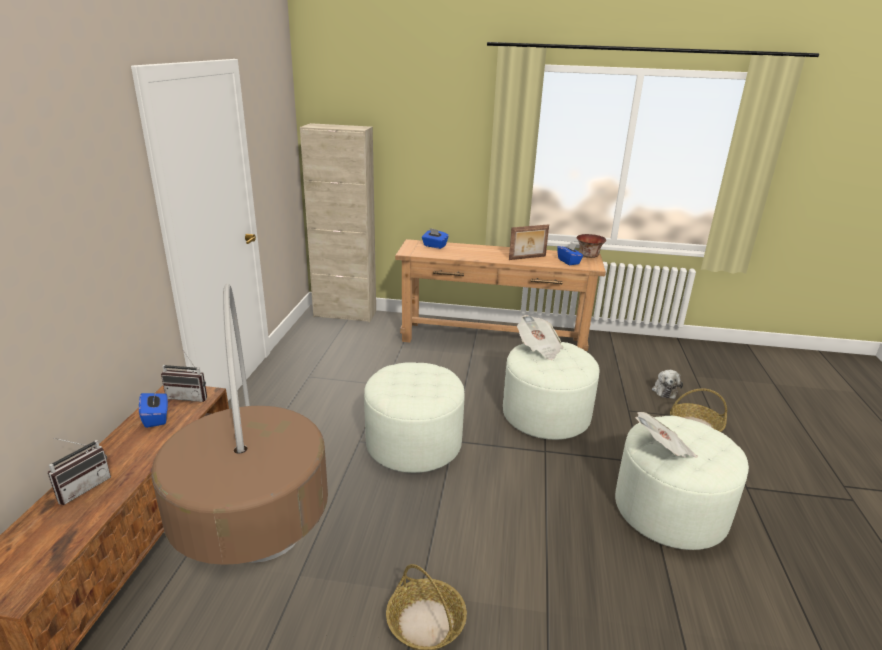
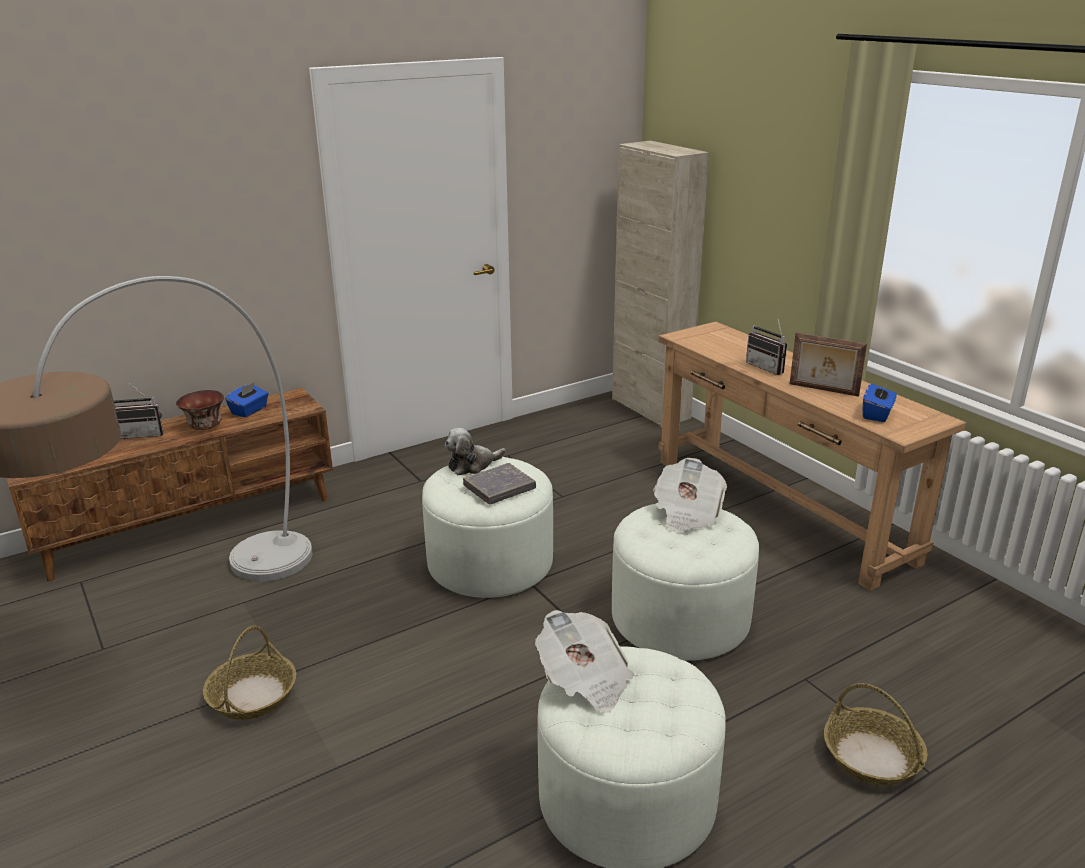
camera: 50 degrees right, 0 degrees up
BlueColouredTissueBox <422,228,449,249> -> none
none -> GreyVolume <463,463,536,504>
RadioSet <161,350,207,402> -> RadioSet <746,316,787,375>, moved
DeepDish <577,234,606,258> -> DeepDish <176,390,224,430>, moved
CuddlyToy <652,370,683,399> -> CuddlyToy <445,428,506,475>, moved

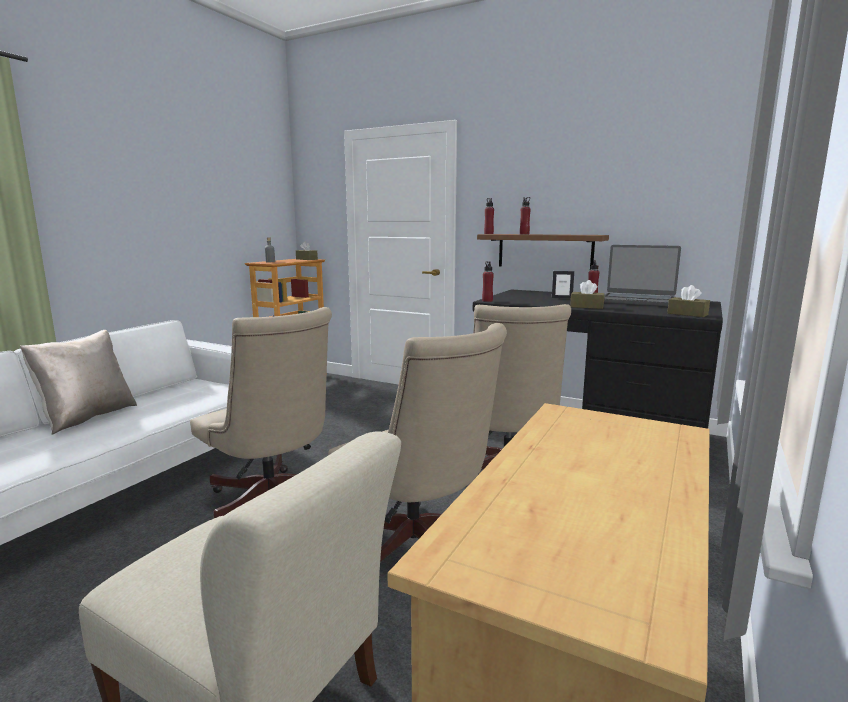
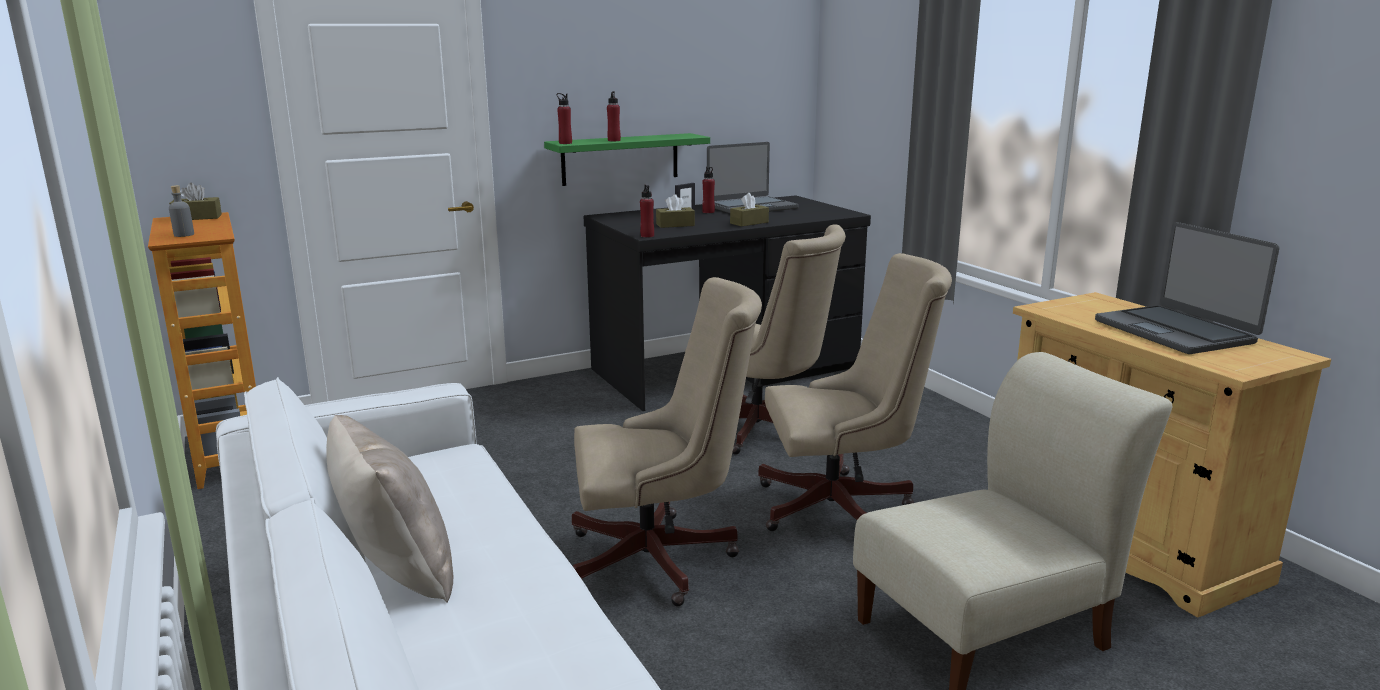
camera: 55 degrees left, 5 degrees up
none -> Laptop <1095,222,1280,354>
BrownColouredTissueBox <667,285,710,317> -> BrownColouredTissueBox <656,194,695,228>, moved
BrownColouredBracketShelf <477,234,609,270> -> GreenishBracketShelf <544,133,710,186>

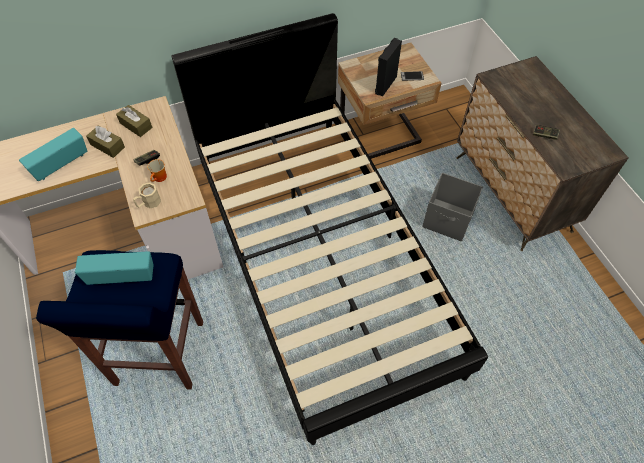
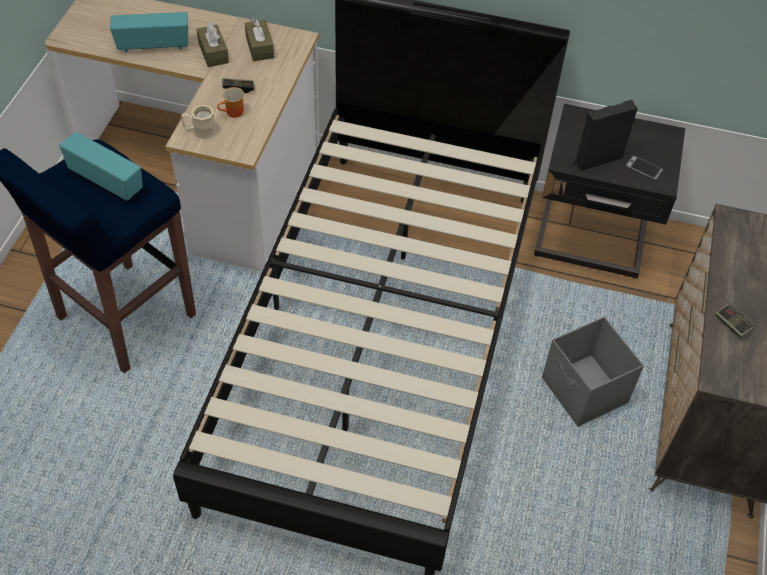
camera: 35 degrees right, 5 degrees down
SandColouredNightstand <338,43,441,159> -> BlackColouredNightstand <534,104,685,279>

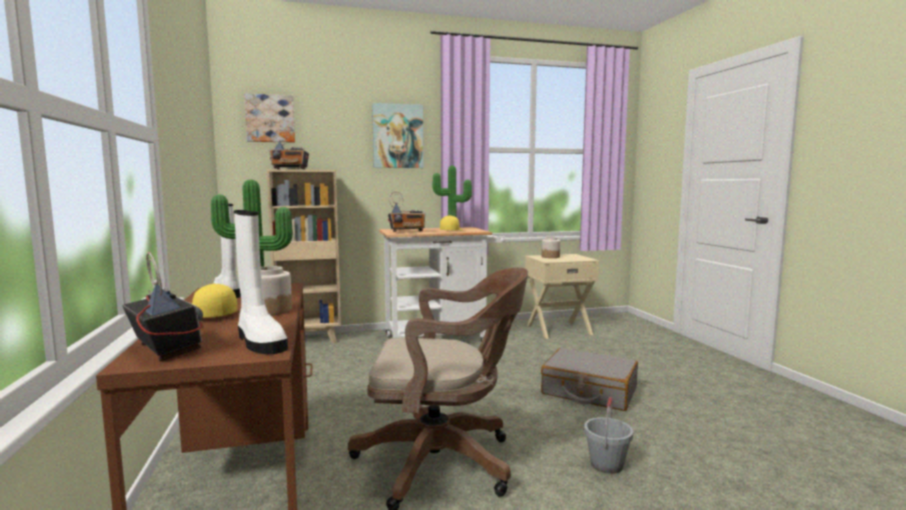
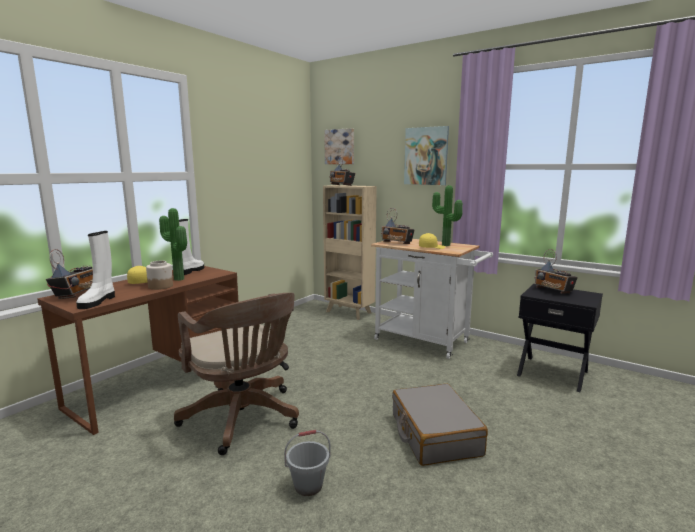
camera: 50 degrees right, 5 degrees up
Jar <542,237,560,258> -> RadioSet <535,249,578,294>
SandColouredNightstand <525,254,599,339> -> BlackColouredNightstand <517,284,603,392>

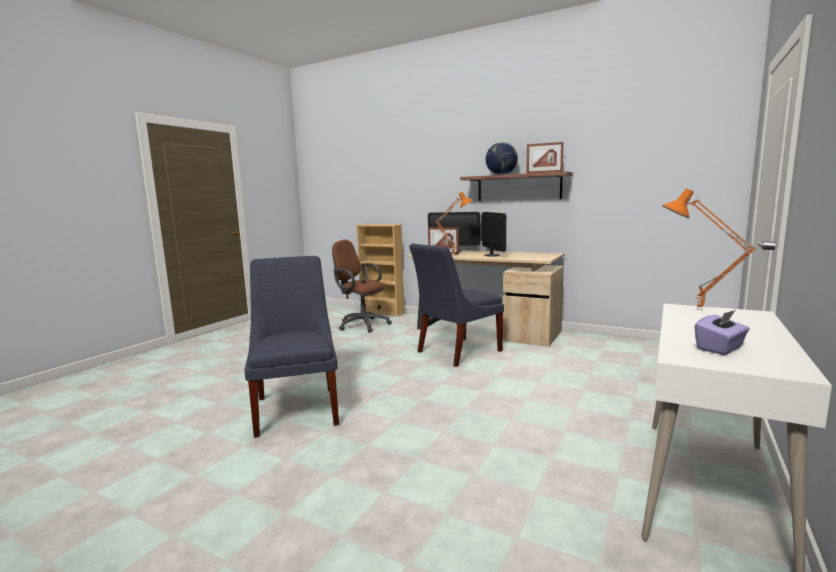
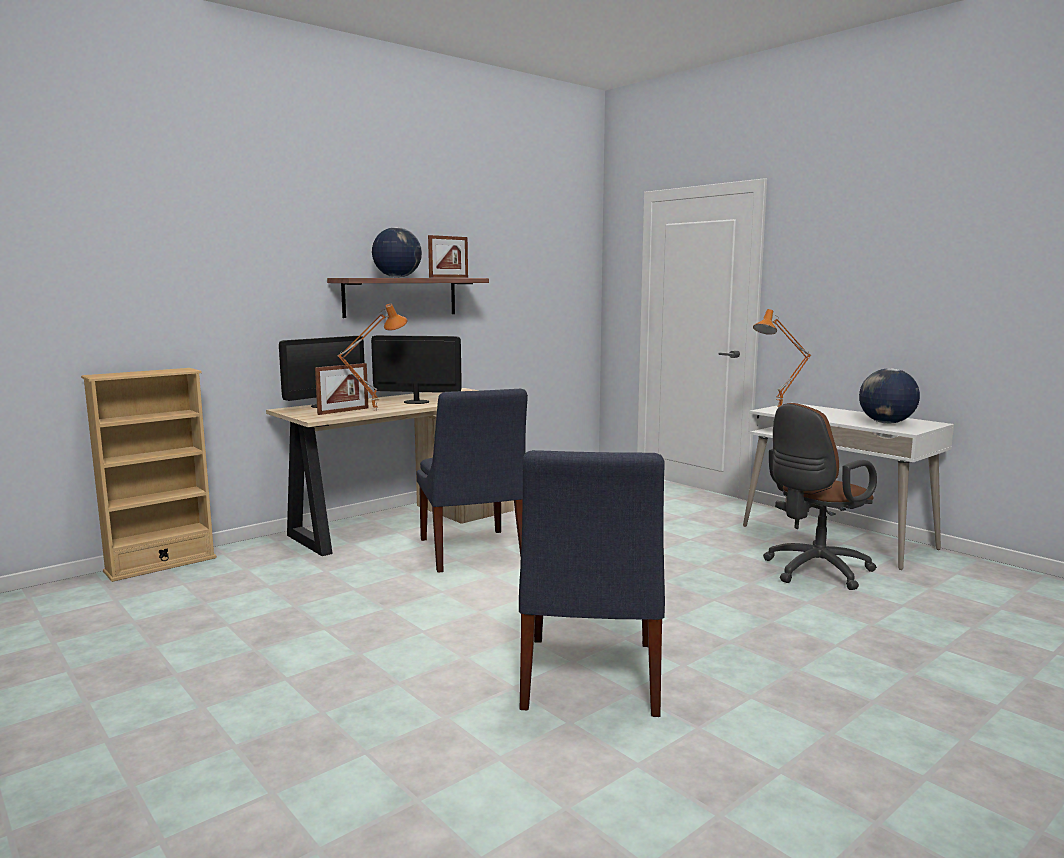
camera: 70 degrees left, 0 degrees up
BrownColouredComputerChair <332,240,392,332> -> BrownColouredComputerChair <763,403,877,590>, moved
PurpleTissueBox <694,310,750,355> -> Globe <859,368,920,424>
BlueColouredPlainChair <244,256,339,438> -> BlueColouredPlainChair <519,450,665,717>, 90 degrees counterclockwise

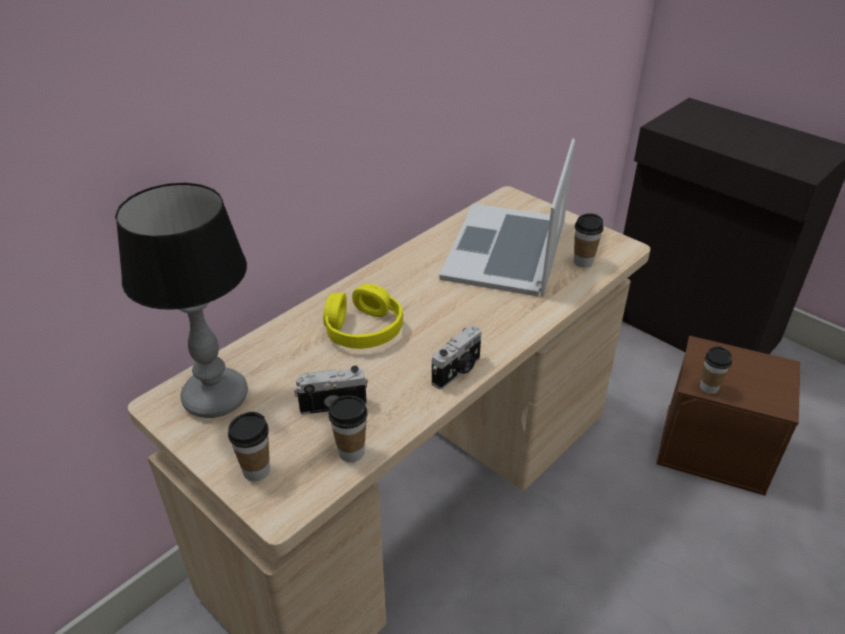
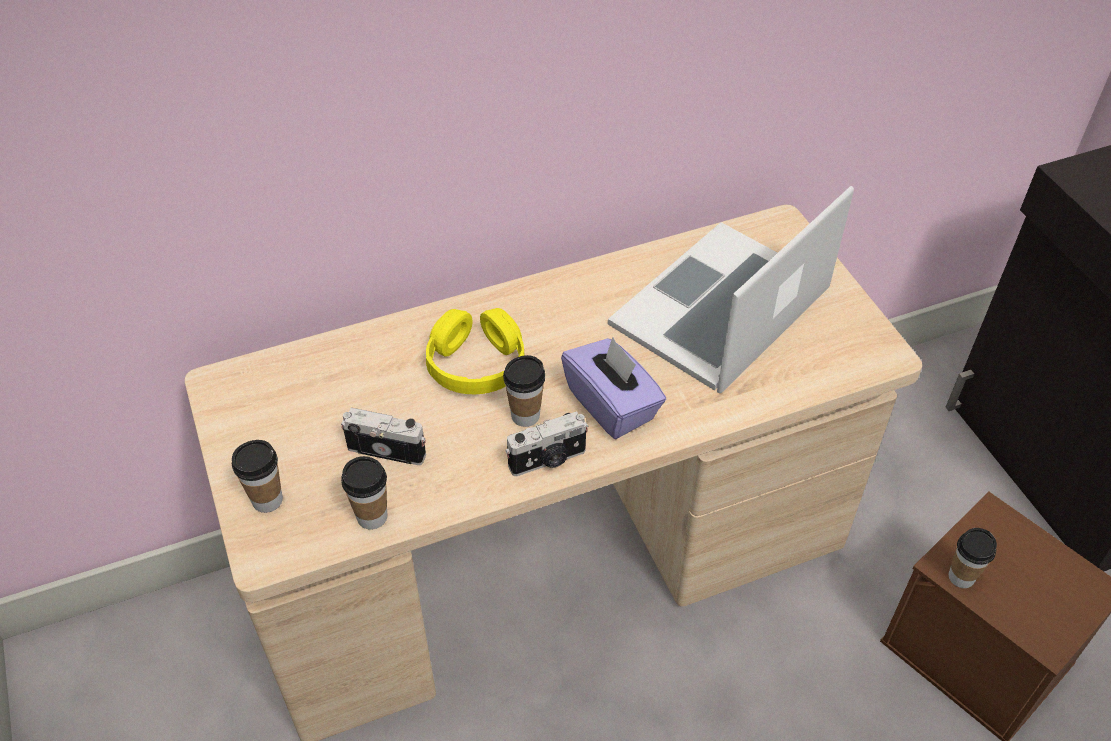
camera: 25 degrees right, 10 degrees up
LampForATable <115,183,248,418> -> none
none -> PurpleTissueBox <561,337,666,439>
Cup <574,213,604,268> -> Cup <503,355,545,427>, moved

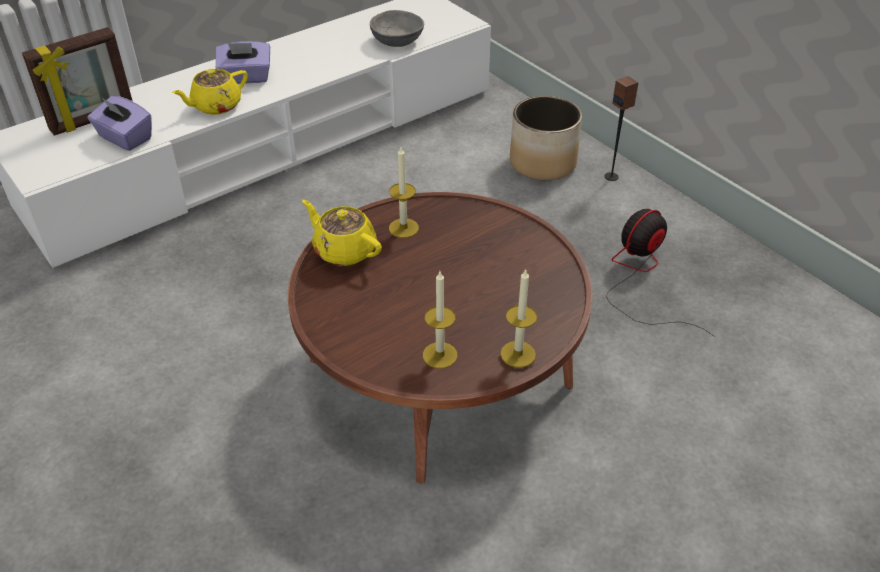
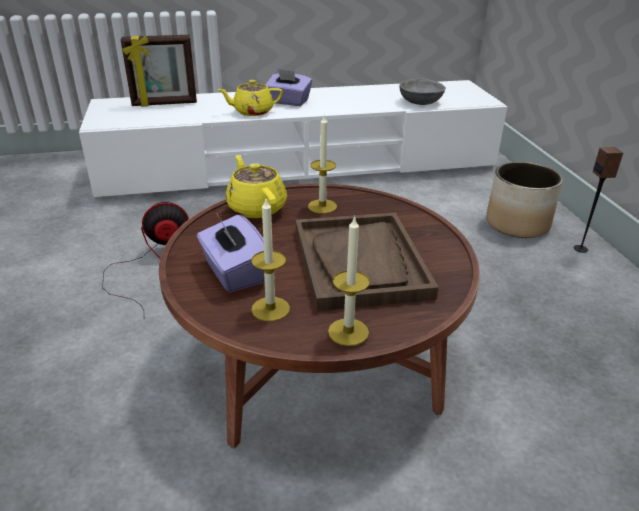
camera: 25 degrees right, 10 degrees down
none -> BrownColouredCarryingTray <295,213,439,311>
PurpleTissueBox <87,96,152,151> -> PurpleTissueBox <197,214,265,293>, moved
CoolingFan <606,209,715,337> -> CoolingFan <102,202,189,311>, moved

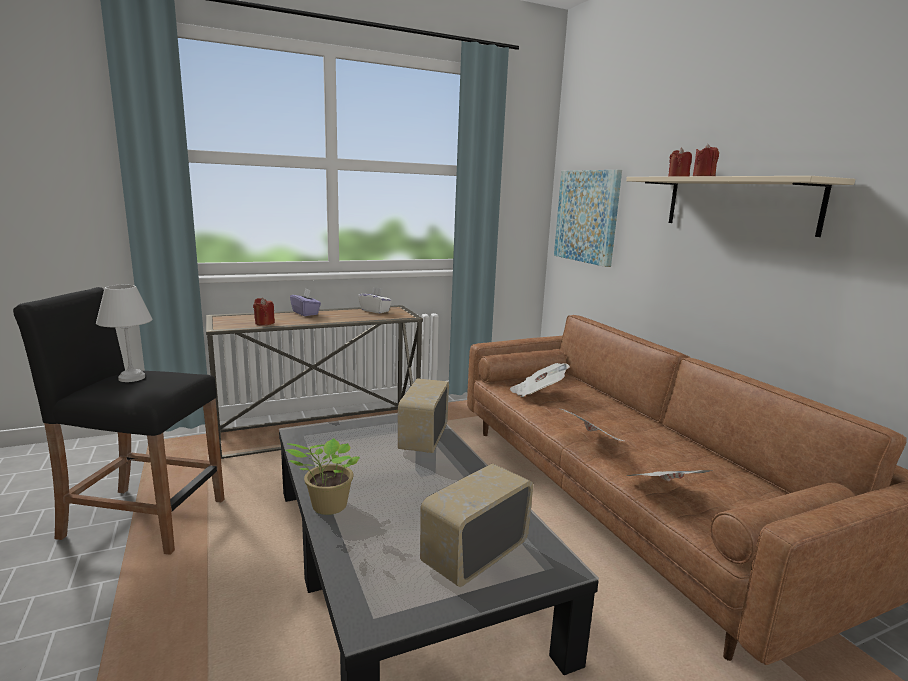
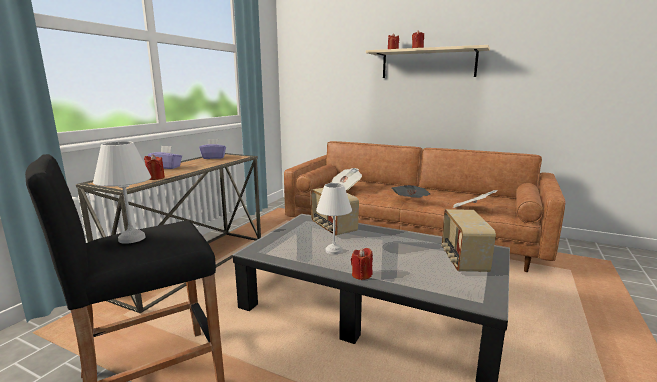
camera: 40 degrees left, 0 degrees up
WallPicture <554,170,622,267> -> none
none -> WhiteColouredLampForATable <316,183,352,255>
Houseplant <286,438,360,515> -> RedColouredWaxCandle <351,248,373,280>
WhiteColouredTissueBox <358,287,392,313> -> PurpleTissueBox <199,139,226,159>

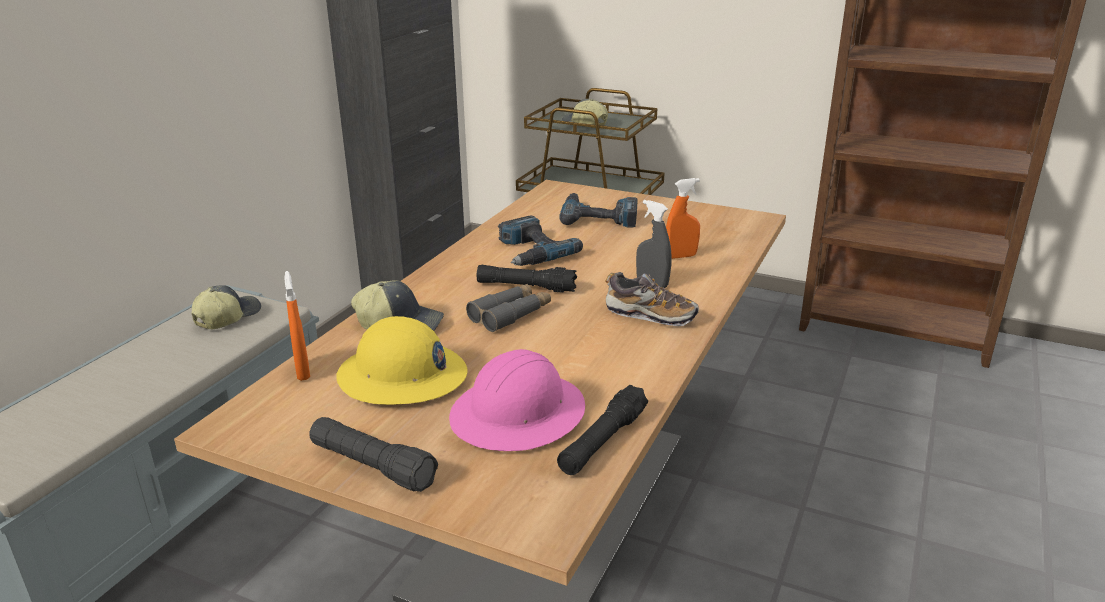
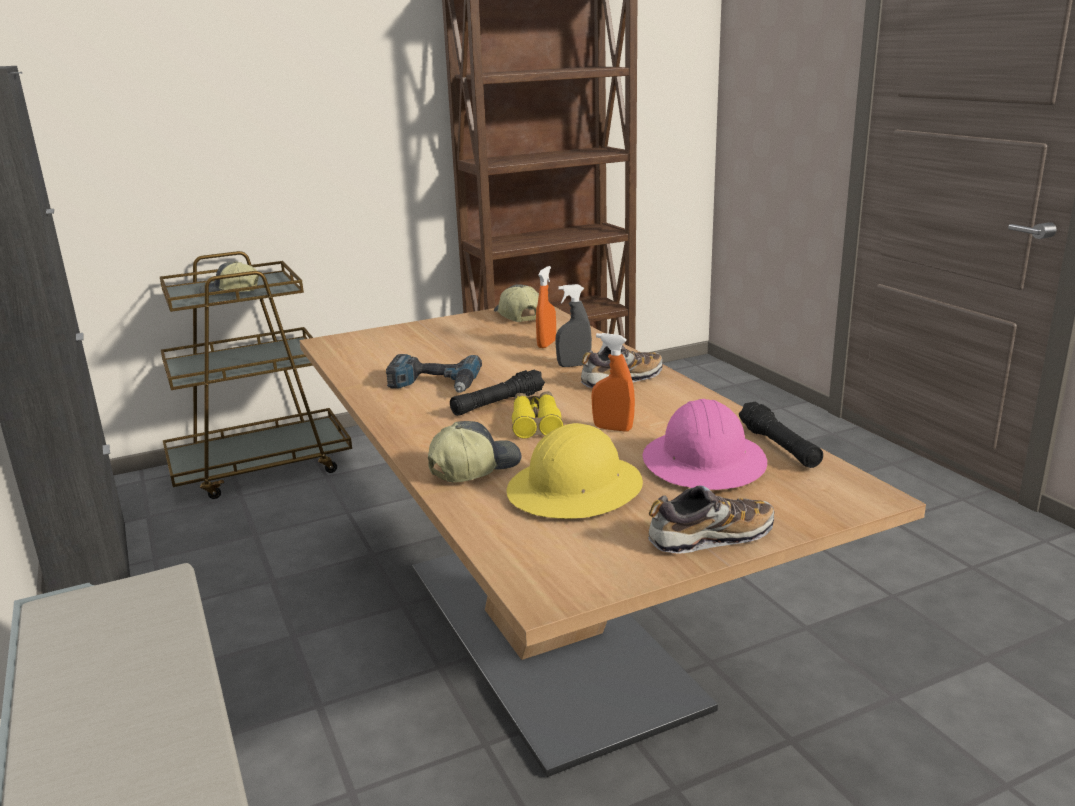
camera: 50 degrees left, 5 degrees down
Drill <560,193,638,228> -> none
PeakedCap <192,285,261,330> -> PeakedCap <494,284,539,322>, moved
OrangeyHandSprayer <284,271,310,381> -> OrangeyHandSprayer <591,333,635,432>, moved
BlackColouredFlashlight <310,417,438,492> -> LowShoe <648,485,774,554>
GreyFieldGlasses <466,284,551,332> -> YellowColouredFieldGlasses <512,391,564,439>

